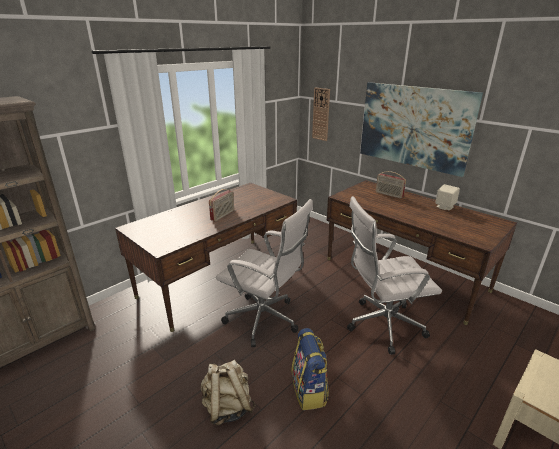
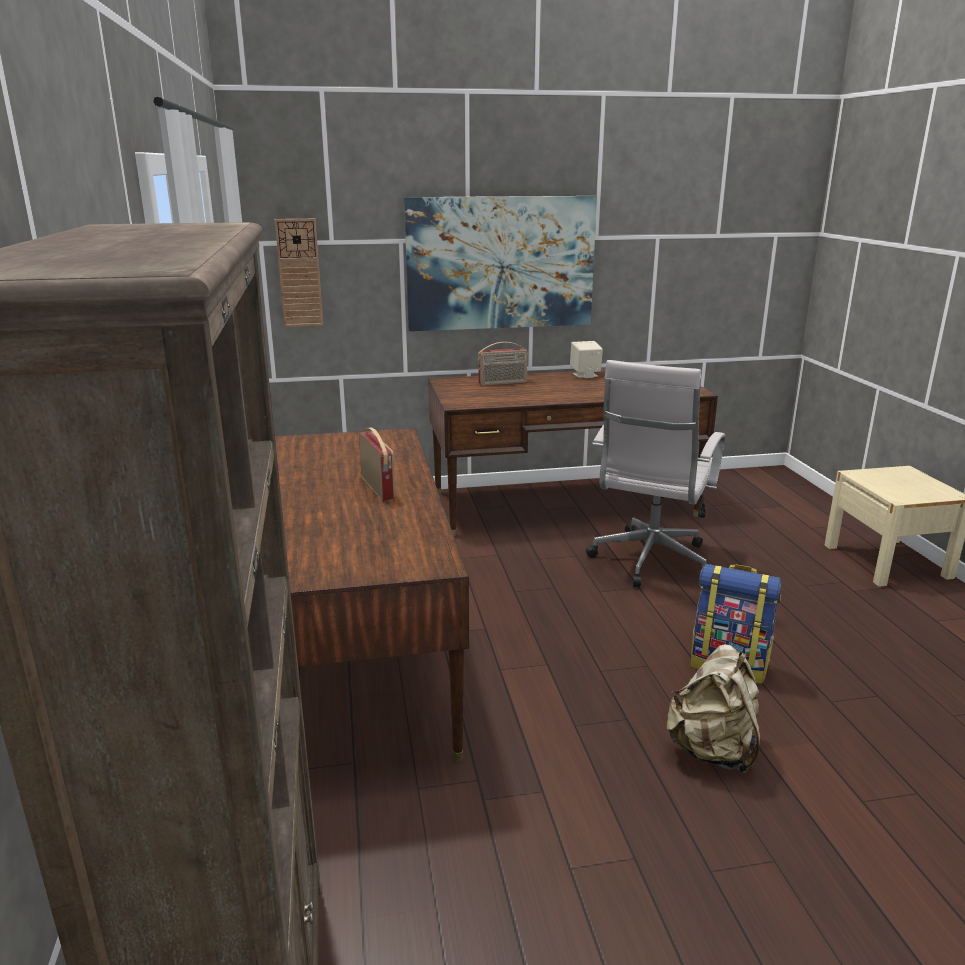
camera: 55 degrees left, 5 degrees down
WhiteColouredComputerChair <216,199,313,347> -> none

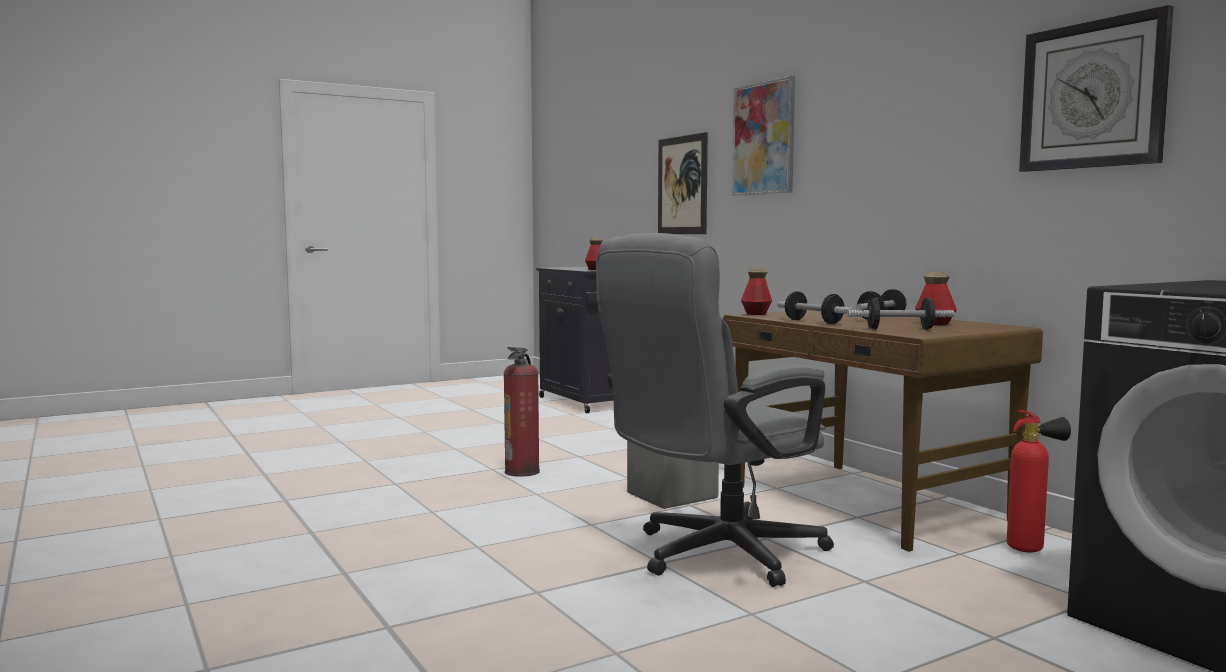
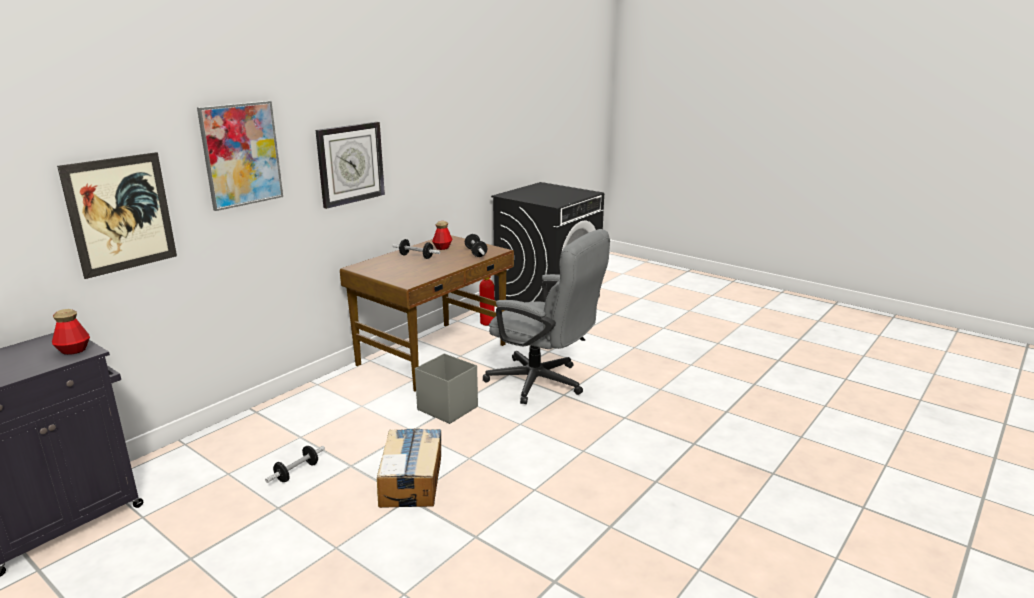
camera: 110 degrees left, 15 degrees up
Bottle <741,268,772,315> -> none
Dumbbell <777,291,854,324> -> Dumbbell <265,446,325,483>, moved
ClockOnTheWall <1019,5,1173,172> -> ClockOnTheWall <315,122,385,209>, moved
FireExtinguisher <504,347,540,477> -> PackingBox <377,428,441,508>

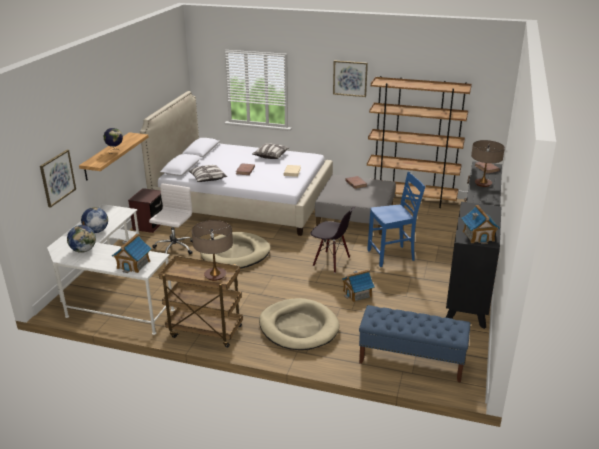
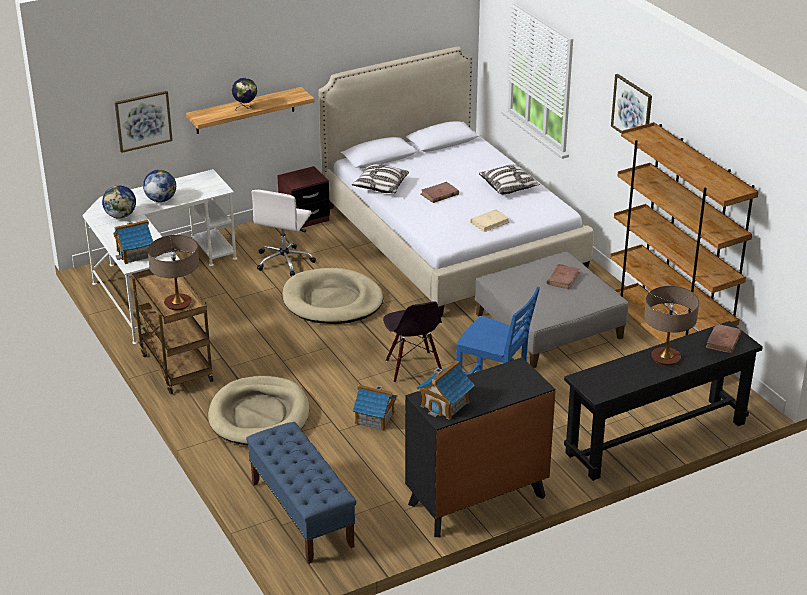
camera: 45 degrees right, 5 degrees up
WhiteColouredComputerChair <149,184,193,254> -> WhiteColouredComputerChair <252,190,316,276>, 135 degrees clockwise

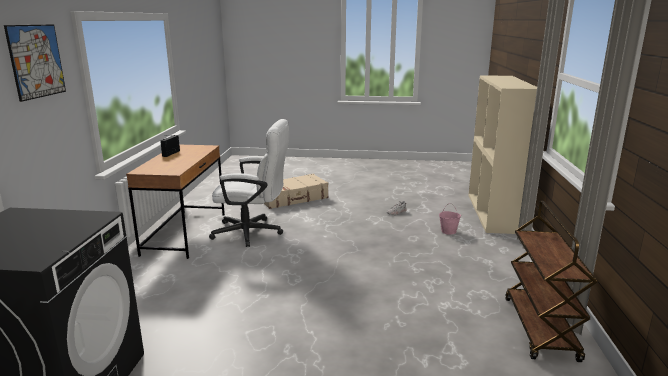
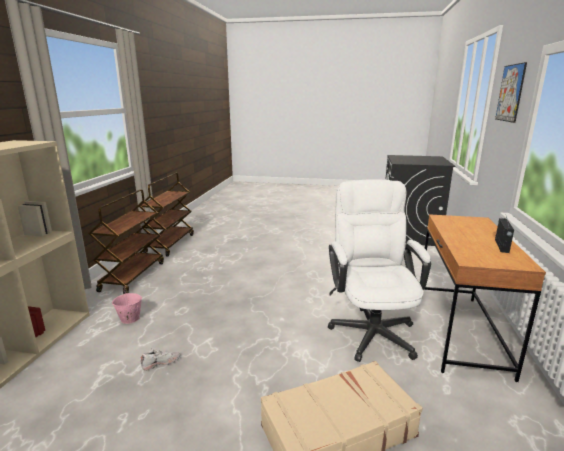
camera: 175 degrees left, 0 degrees up
none -> BrownColouredTrolley <88,189,164,294>
WhiteColouredComputerChair <209,119,289,247> -> WhiteColouredComputerChair <328,179,431,362>, 75 degrees clockwise

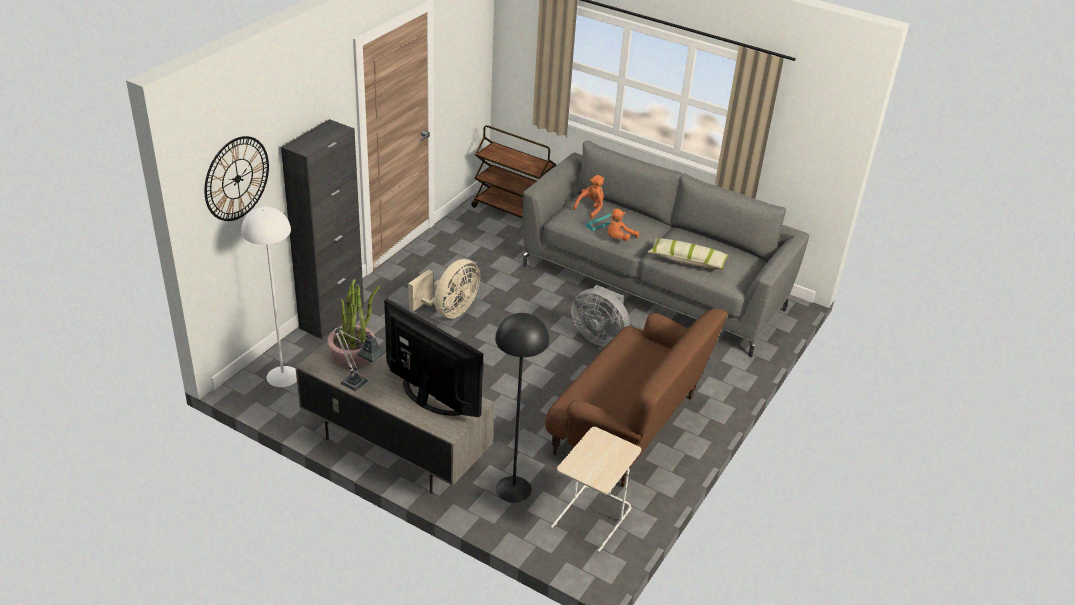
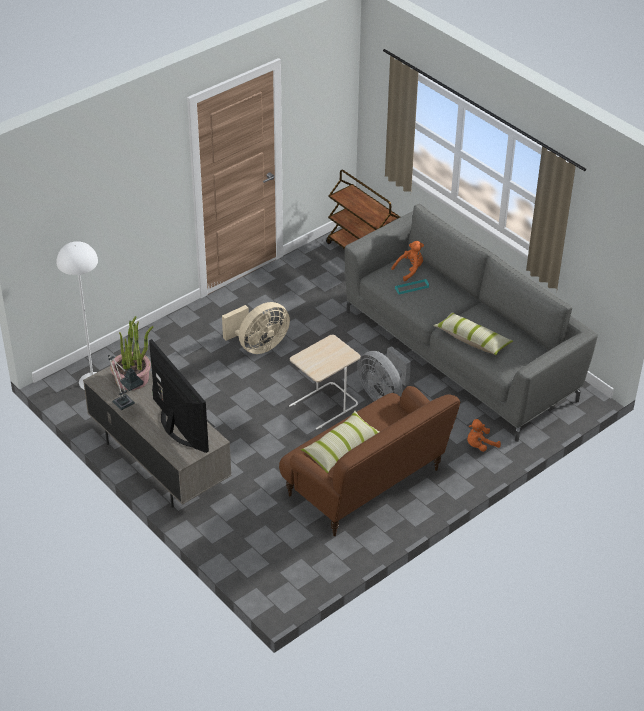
camera: 20 degrees right, 5 degrees up
ClockOnTheWall <204,136,269,221> -> none
BlackColouredCupboard <281,119,364,339> -> none
BlackColouredFloorLamp <495,313,549,502> -> none
none -> Pillow <301,411,379,473>
SandColouredEndTable <550,427,641,552> -> SandColouredEndTable <289,334,361,430>, moved
OrangeyCuddlyToy <607,209,639,241> -> OrangeyCuddlyToy <467,419,501,452>, moved

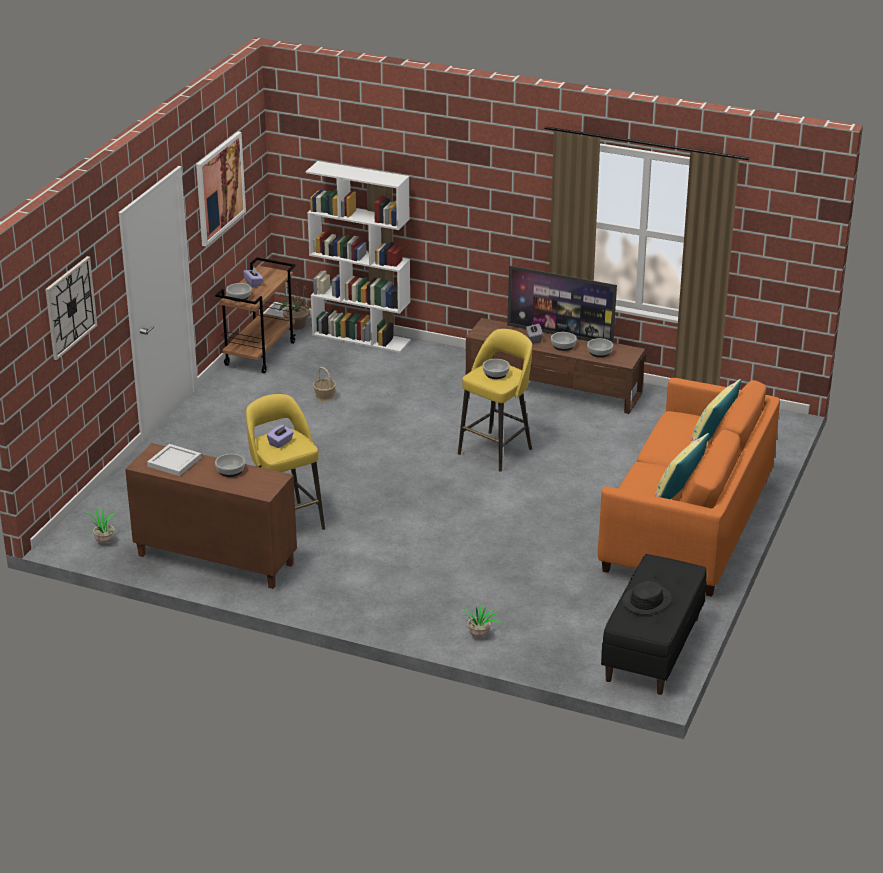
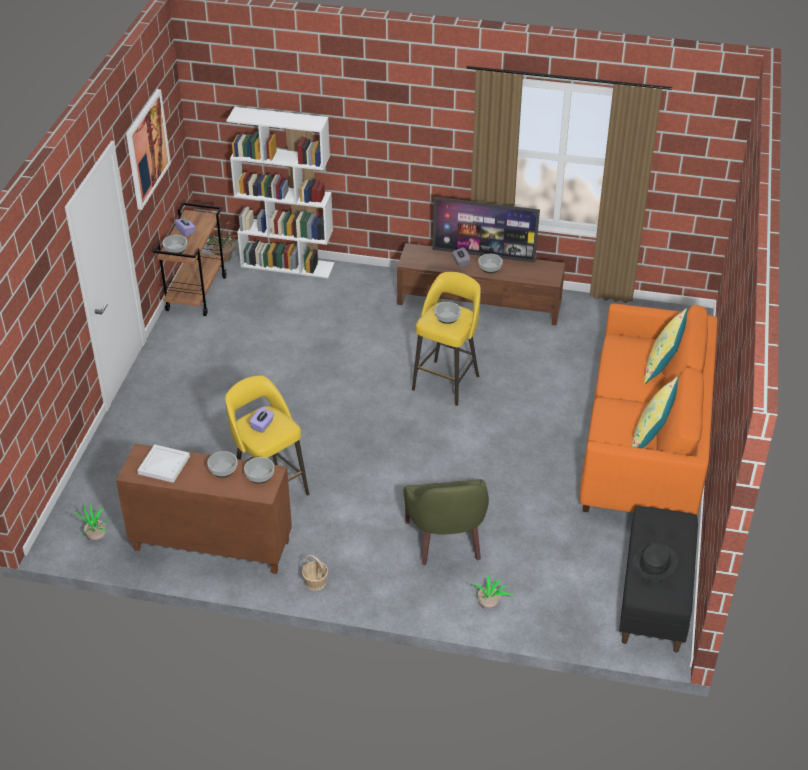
camera: 10 degrees left, 10 degrees up
ClockOnTheWall <45,256,97,360> -> none
none -> GreenishEasyChair <403,479,489,565>
StorageBasket <313,367,336,402> -> StorageBasket <302,554,328,591>, moved
DeepDish <587,338,613,358> -> DeepDish <244,457,274,484>, moved

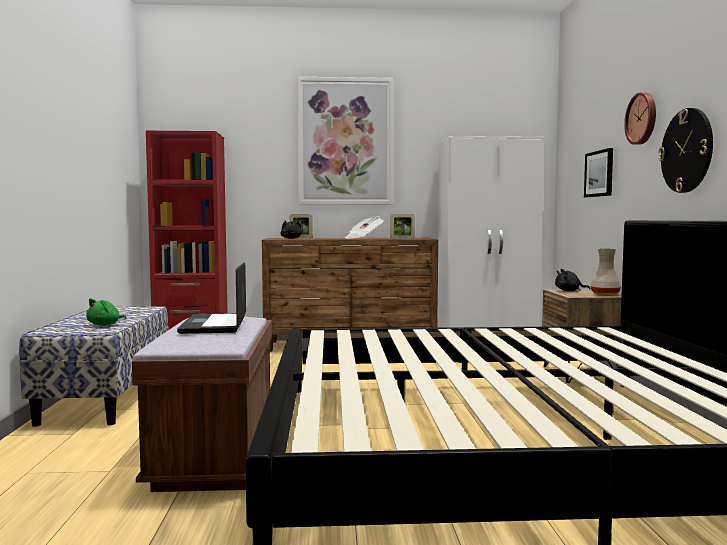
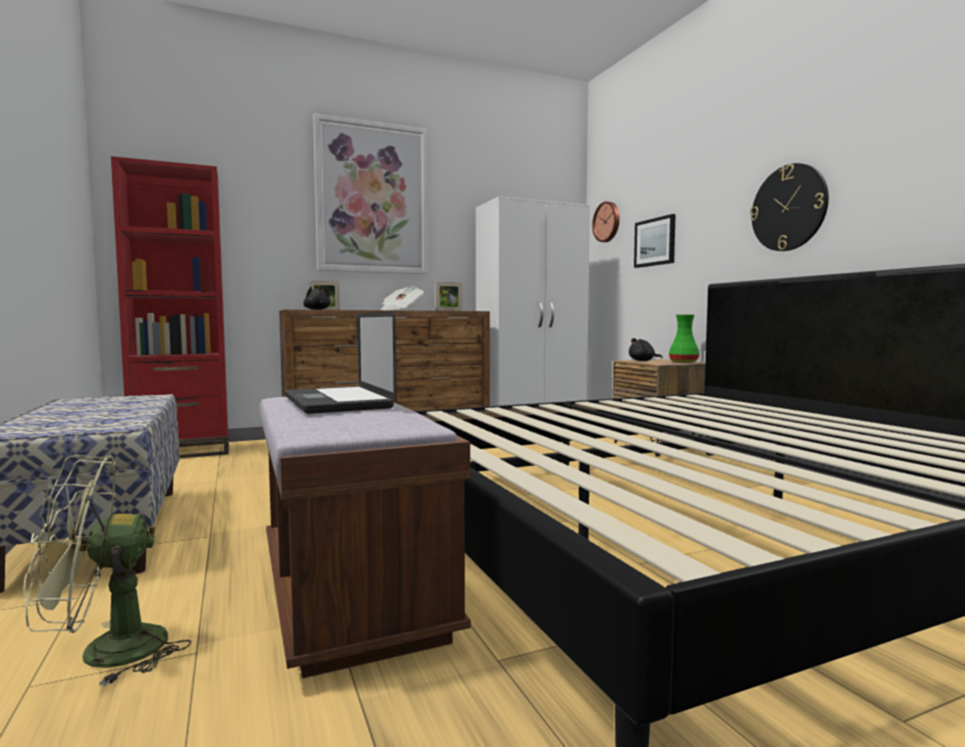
camera: 20 degrees left, 0 degrees up
GreenishCuddlyToy <86,298,126,326> -> none
none -> GreenishCoolingFan <23,455,191,686>
ClockOnTheWall <624,93,656,145> -> ClockOnTheWall <592,201,620,242>, moved
SandColouredFlowerVase <590,248,621,296> -> GreenishFlowerVase <669,315,699,363>

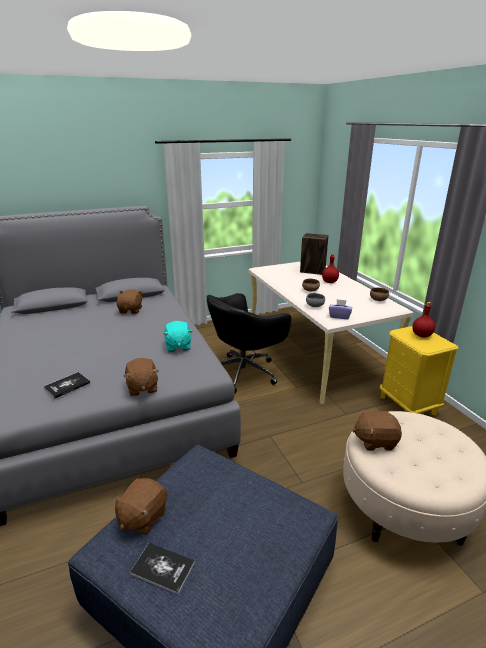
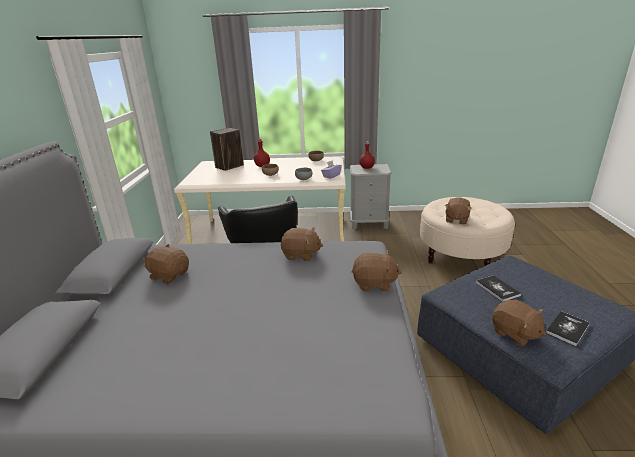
camera: 65 degrees left, 0 degrees up
Volume <43,372,90,399> -> Volume <476,275,521,302>, moved
TurquoiseColouredCuddlyToy <163,321,193,352> -> BrownColouredCuddlyToy <281,228,323,261>
YellowColouredNightstand <380,326,459,416> -> GreyNightstand <350,164,392,230>

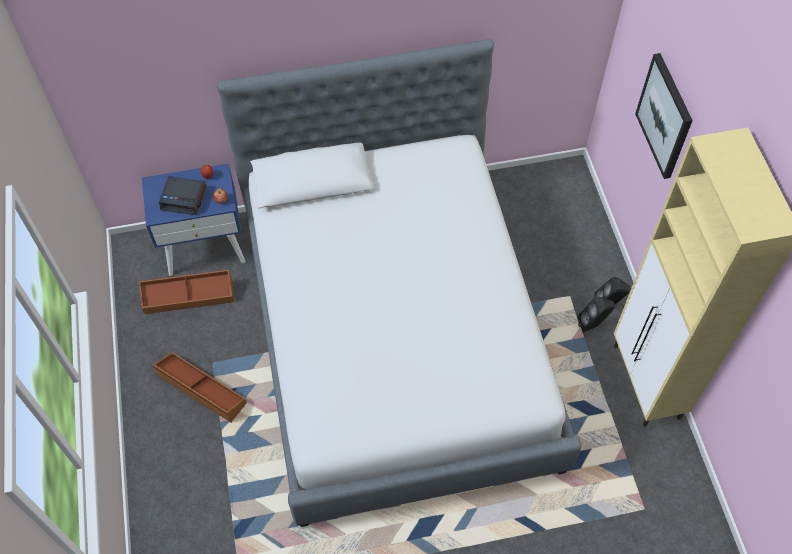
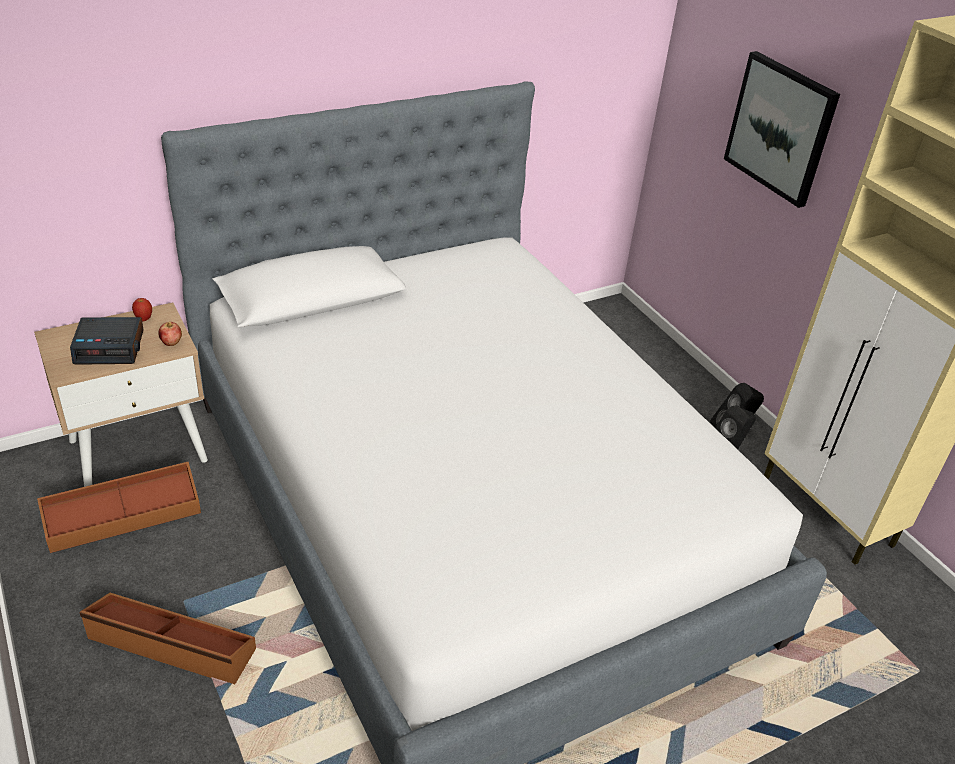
camera: 20 degrees left, 20 degrees down
BlueColouredNightstand <142,163,245,276> -> SandColouredNightstand <34,303,208,487>

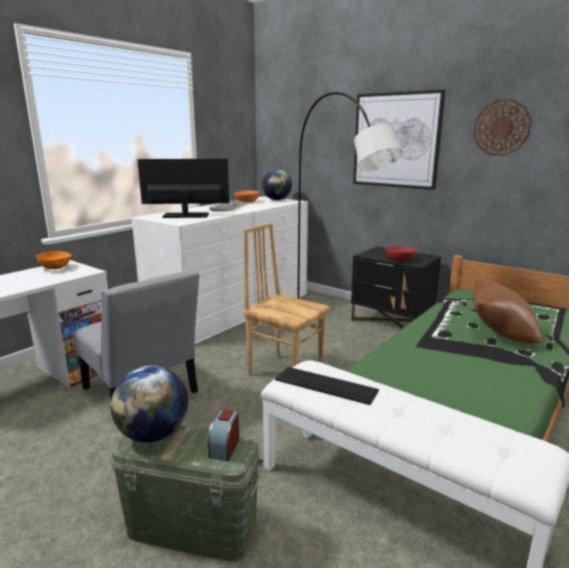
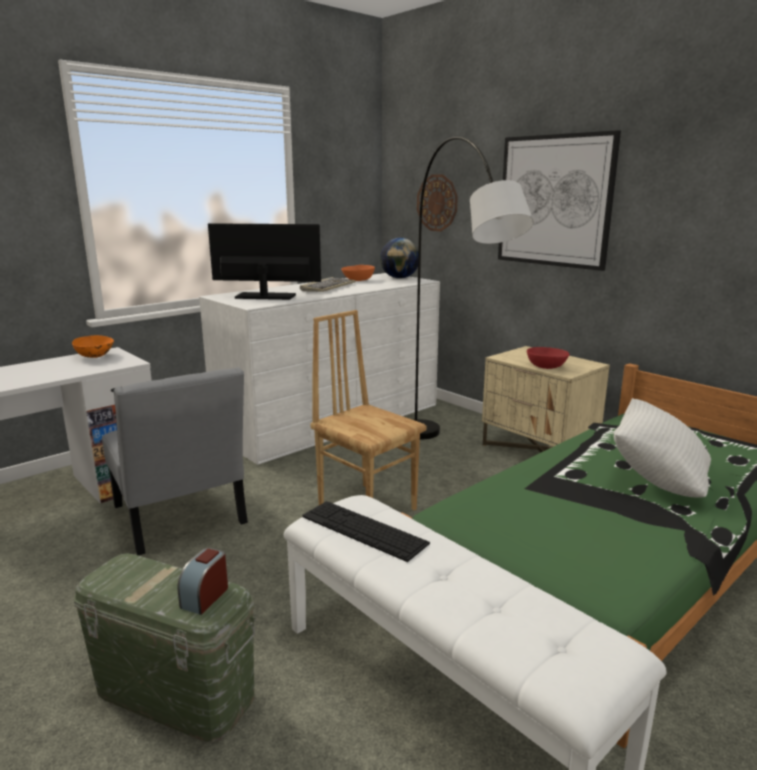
camera: 10 degrees right, 0 degrees up
Globe <111,366,188,442> -> none
ClockOnTheWall <473,99,532,156> -> ClockOnTheWall <417,174,458,231>, moved
BlackColouredNightstand <351,246,441,329> -> SandColouredNightstand <482,346,610,452>
BrownColouredPillow <473,278,542,343> -> WhiteColouredPillow <614,398,711,497>

